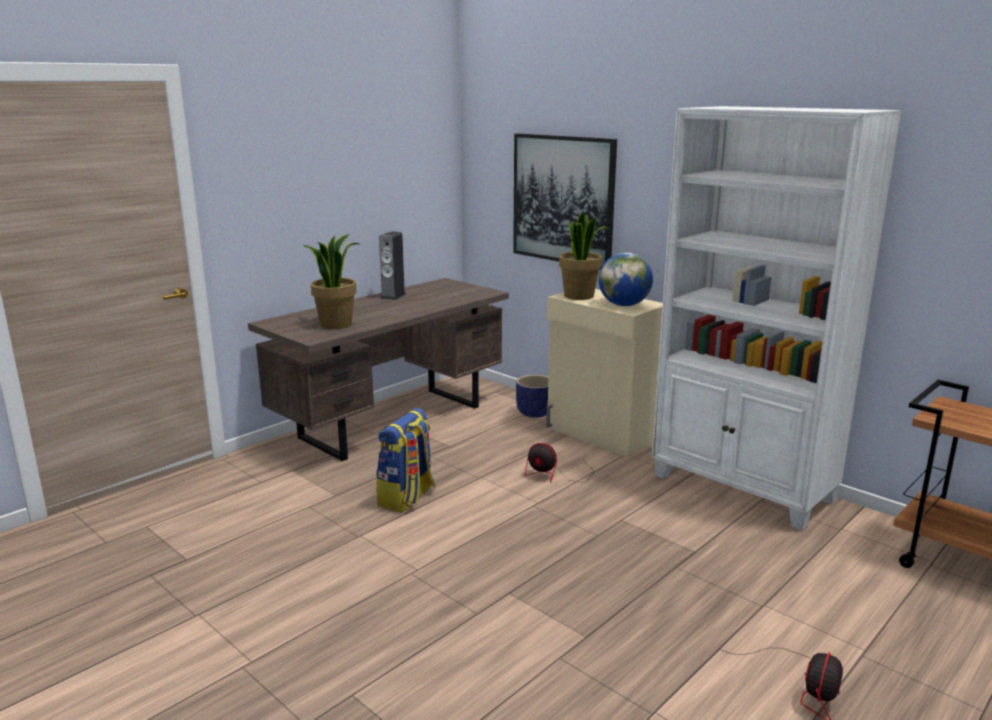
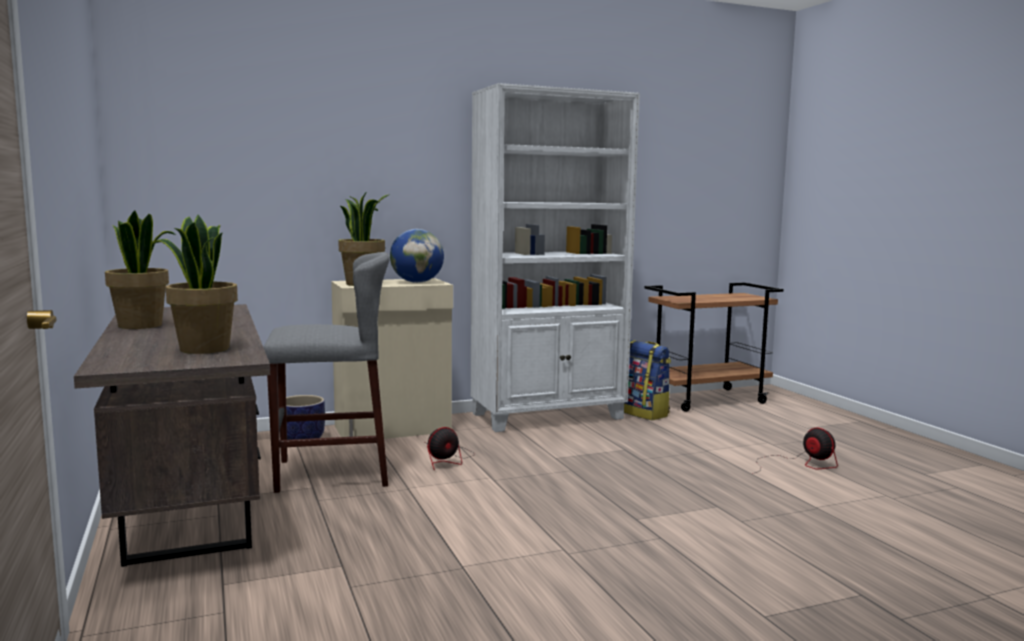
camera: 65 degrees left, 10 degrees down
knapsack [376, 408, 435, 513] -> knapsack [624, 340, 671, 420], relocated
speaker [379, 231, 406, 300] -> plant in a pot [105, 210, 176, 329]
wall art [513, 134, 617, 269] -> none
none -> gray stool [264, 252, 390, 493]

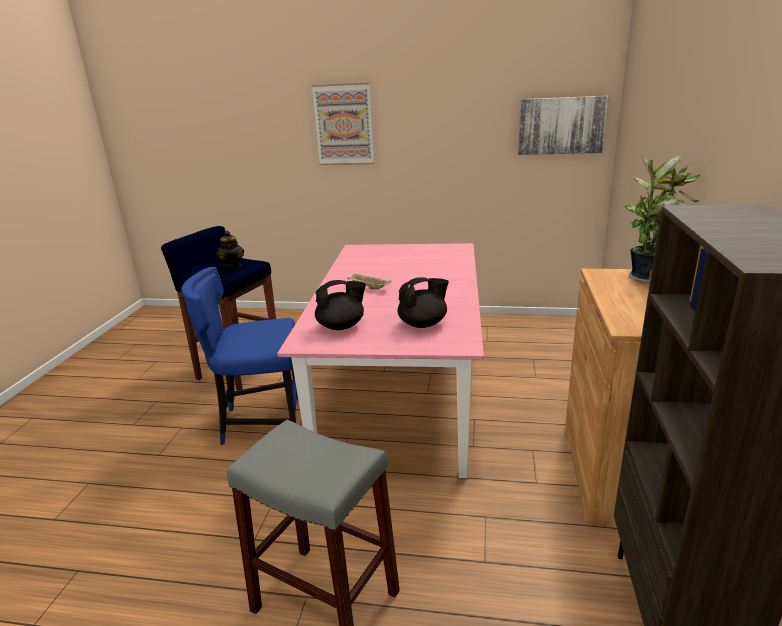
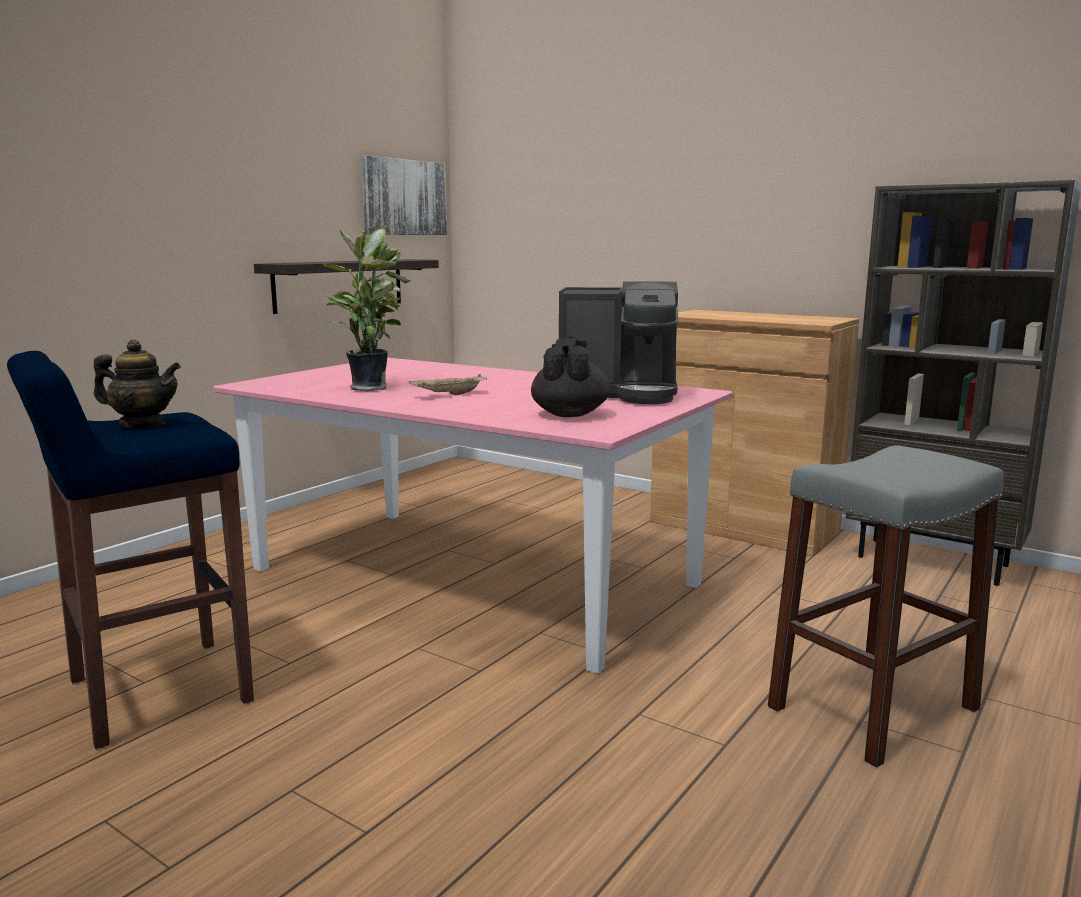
camera: 65 degrees left, 10 degrees down
bluish upright chair [181, 267, 298, 445] -> none
wall art [312, 82, 374, 165] -> none
black pot for tea [397, 277, 449, 328] -> coffee machine [559, 281, 678, 404]
plant in a pot [624, 156, 700, 282] -> plant in a pot [322, 229, 411, 391], relocated
none -> shelf [254, 259, 439, 314]

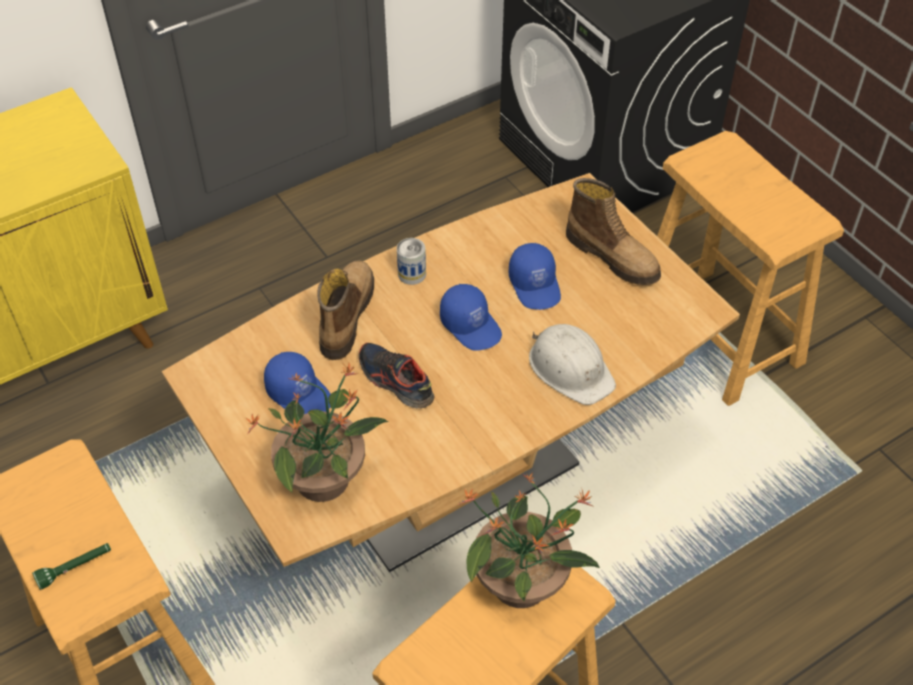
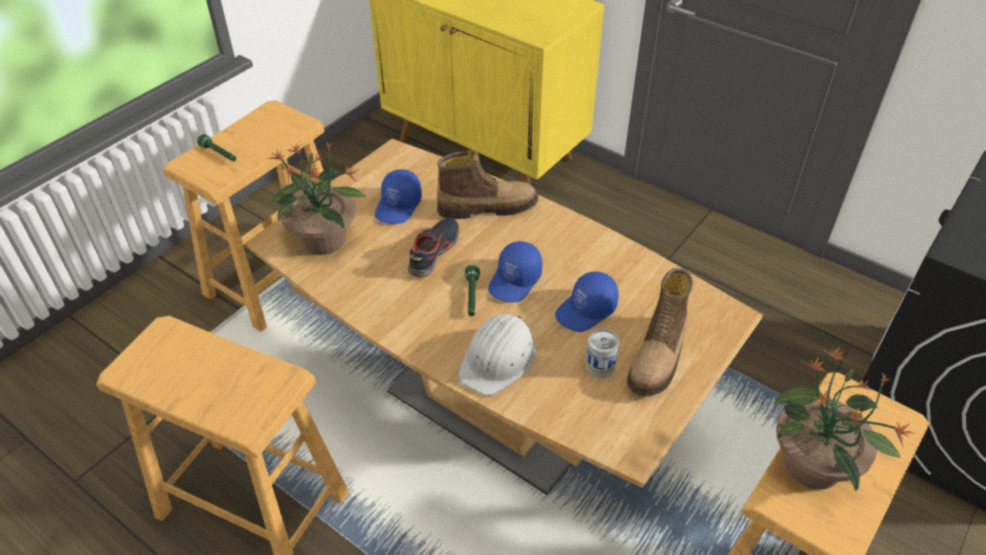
camera: 70 degrees right, 5 degrees down
metal can [397, 238, 426, 285] -> metal can [586, 329, 619, 378], relocated
plant in a pot [458, 473, 600, 608] -> plant in a pot [773, 347, 913, 491], relocated
none -> green flashlight [465, 265, 480, 316]

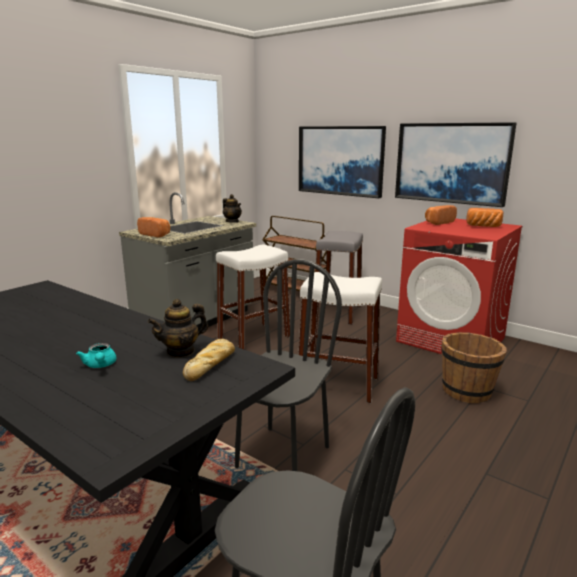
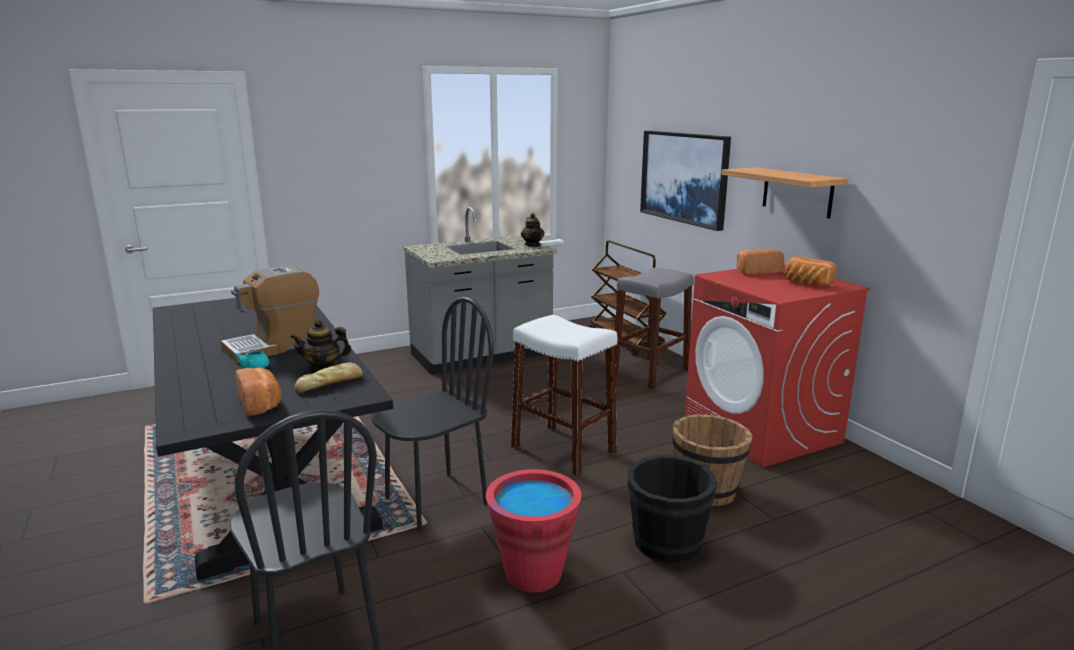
camera: 25 degrees right, 0 degrees up
bakery bread [137, 217, 170, 238] -> bakery bread [235, 367, 281, 416], relocated
white-coloured stool [216, 244, 290, 350] -> none
wall art [395, 122, 517, 207] -> shelf [721, 167, 848, 219]
none -> coffee machine [221, 265, 319, 363]
none -> red-coloured pail [486, 469, 582, 593]
none -> black pail [627, 455, 717, 563]

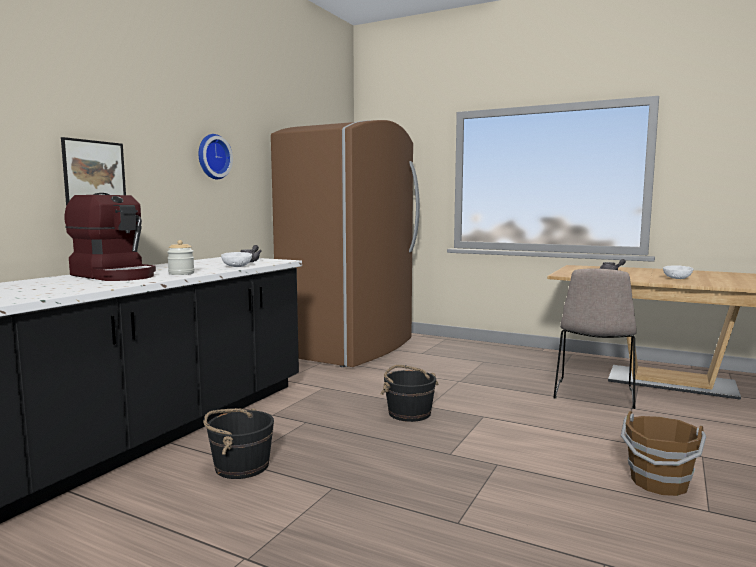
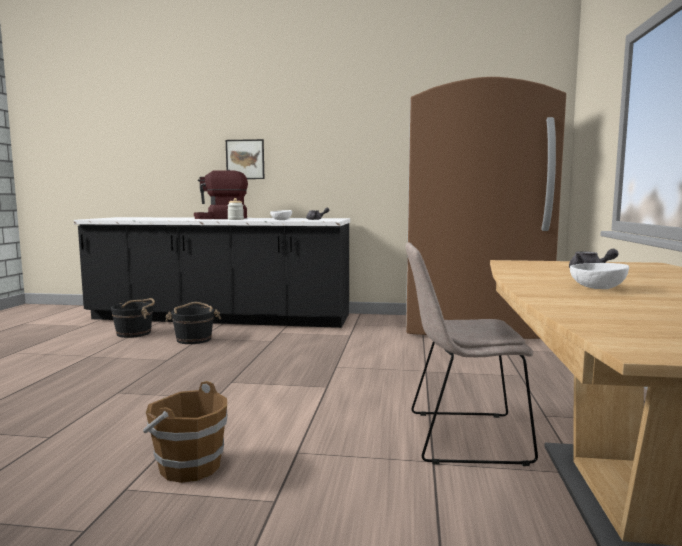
camera: 70 degrees right, 0 degrees up
coffee machine [64, 193, 156, 281] -> coffee machine [194, 170, 248, 219], 75 degrees clockwise
hanging clock [199, 134, 233, 179] -> none
black pail [381, 365, 439, 422] -> black pail [111, 298, 155, 338], relocated

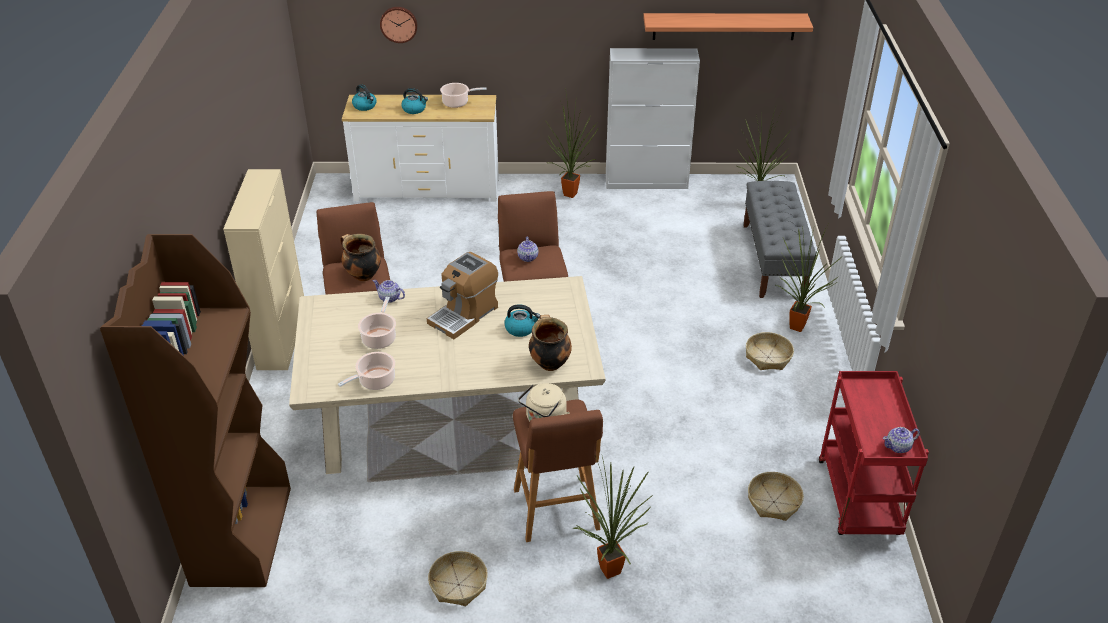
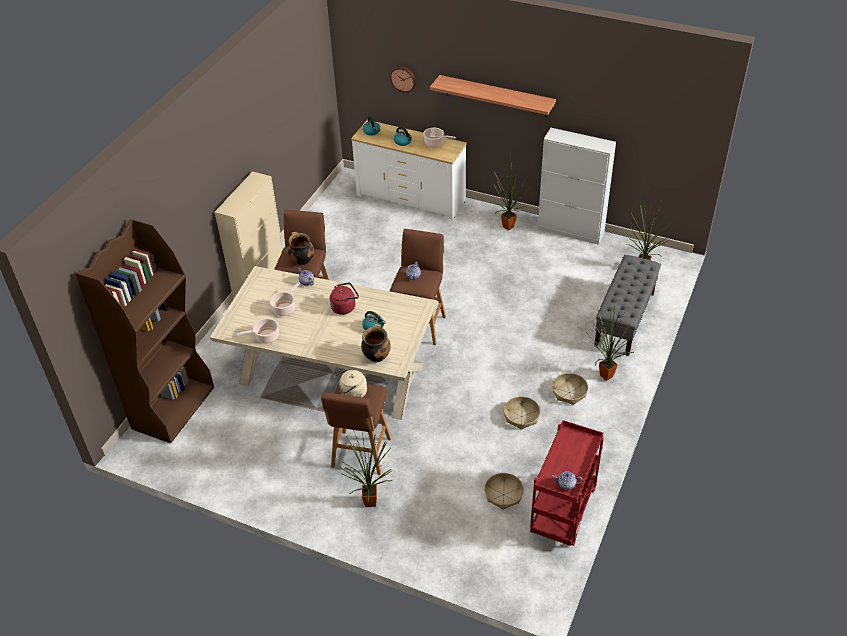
camera: 25 degrees right, 5 degrees up
coffee machine [427, 252, 498, 339] -> red-coloured kettle [330, 283, 359, 315]
storage basket [428, 551, 488, 606] -> storage basket [504, 396, 540, 430], relocated
shelf [643, 13, 813, 40] -> shelf [430, 75, 556, 117], relocated

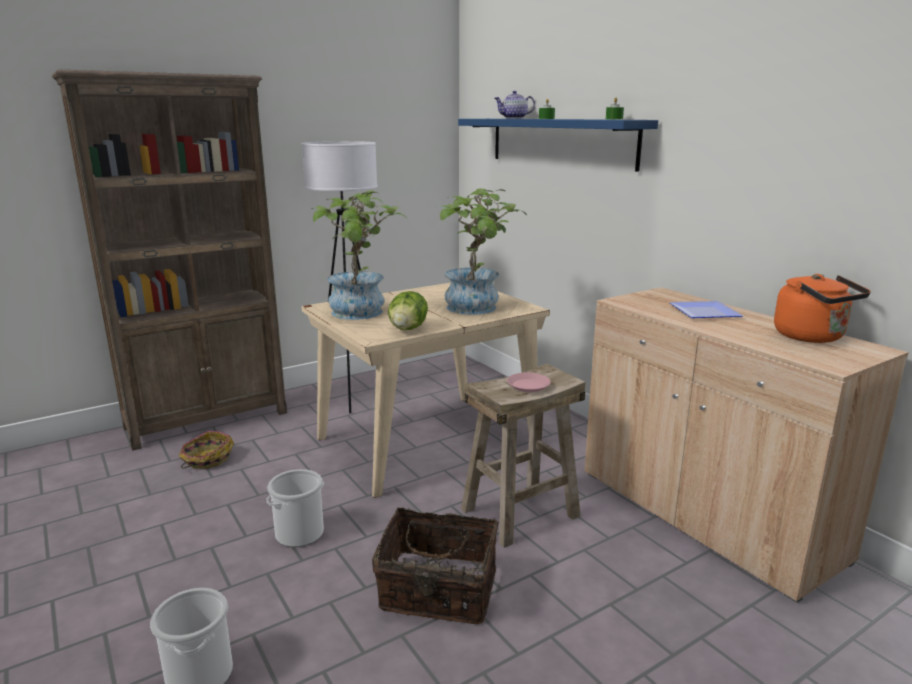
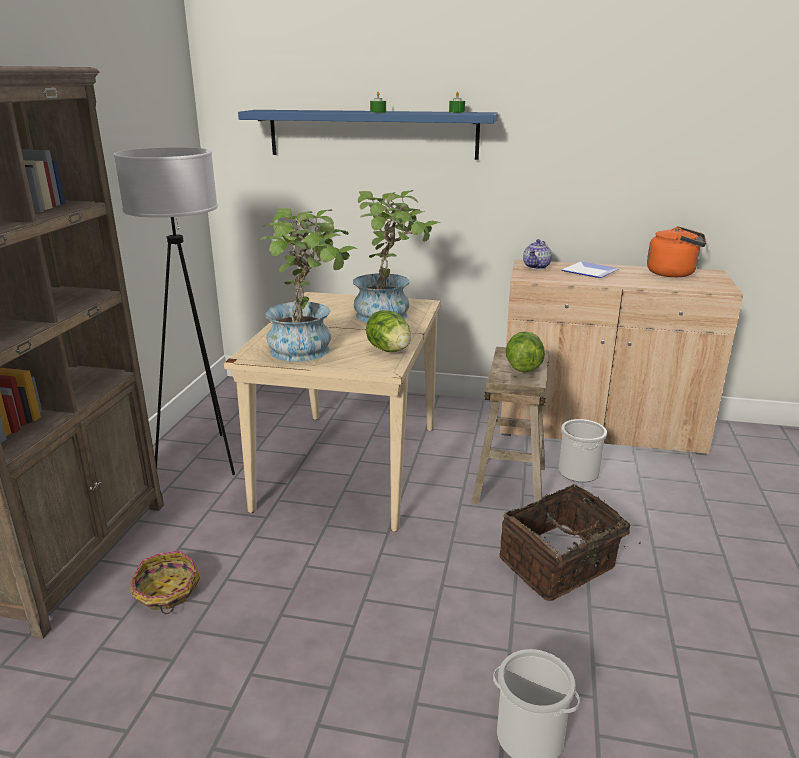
camera: 45 degrees left, 5 degrees up
pail [266, 469, 324, 547] -> pail [559, 419, 607, 483], relocated
pot for tea [494, 91, 535, 119] -> pot for tea [523, 239, 552, 269], relocated
pink-coloured flat dish [507, 373, 551, 392] -> head of lettuce [505, 331, 545, 372]

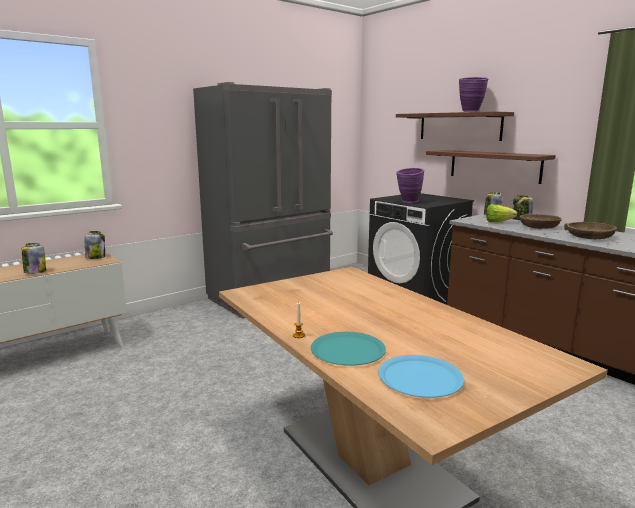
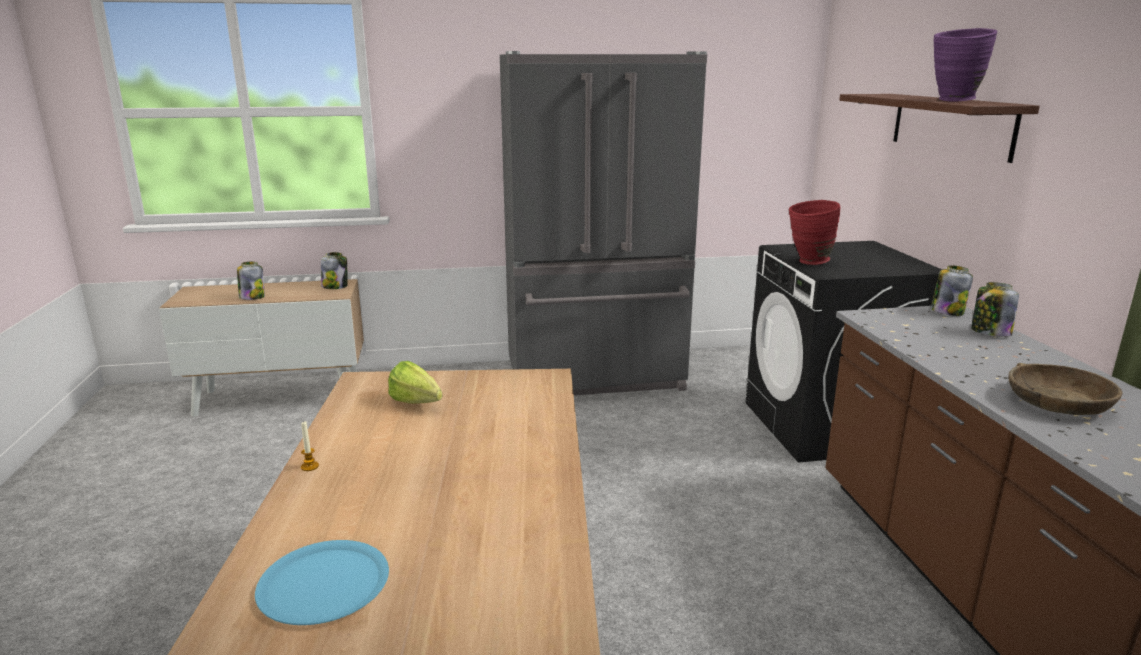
camera: 30 degrees right, 5 degrees up
blue-green flat dish [311, 332, 386, 366] -> none
purple decorative vase [396, 168, 424, 203] -> red-coloured decorative vase [789, 200, 840, 265]
brown-coloured shelf [426, 150, 556, 184] -> none
head of lettuce [486, 204, 518, 222] -> head of lettuce [388, 361, 442, 403], relocated
brown-coloured deep dish [520, 214, 562, 229] -> none

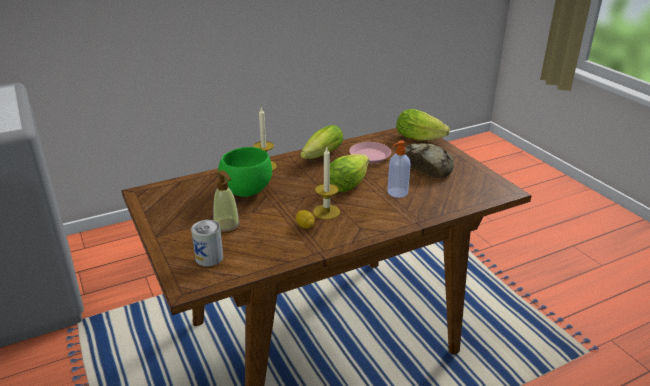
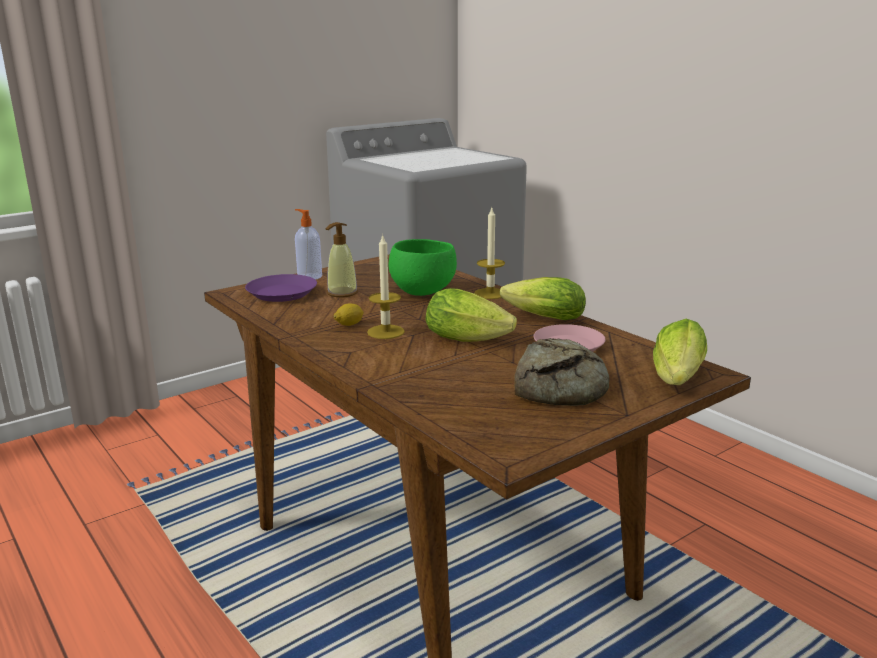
camera: 80 degrees right, 10 degrees down
metal can [191, 220, 223, 267] -> purple flat dish [245, 274, 317, 302]
soap dispenser [387, 140, 411, 198] -> soap dispenser [295, 209, 322, 280], relocated

